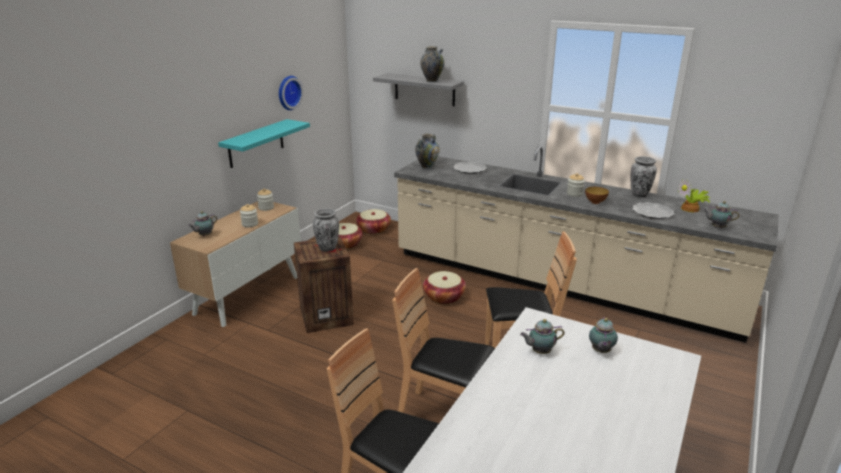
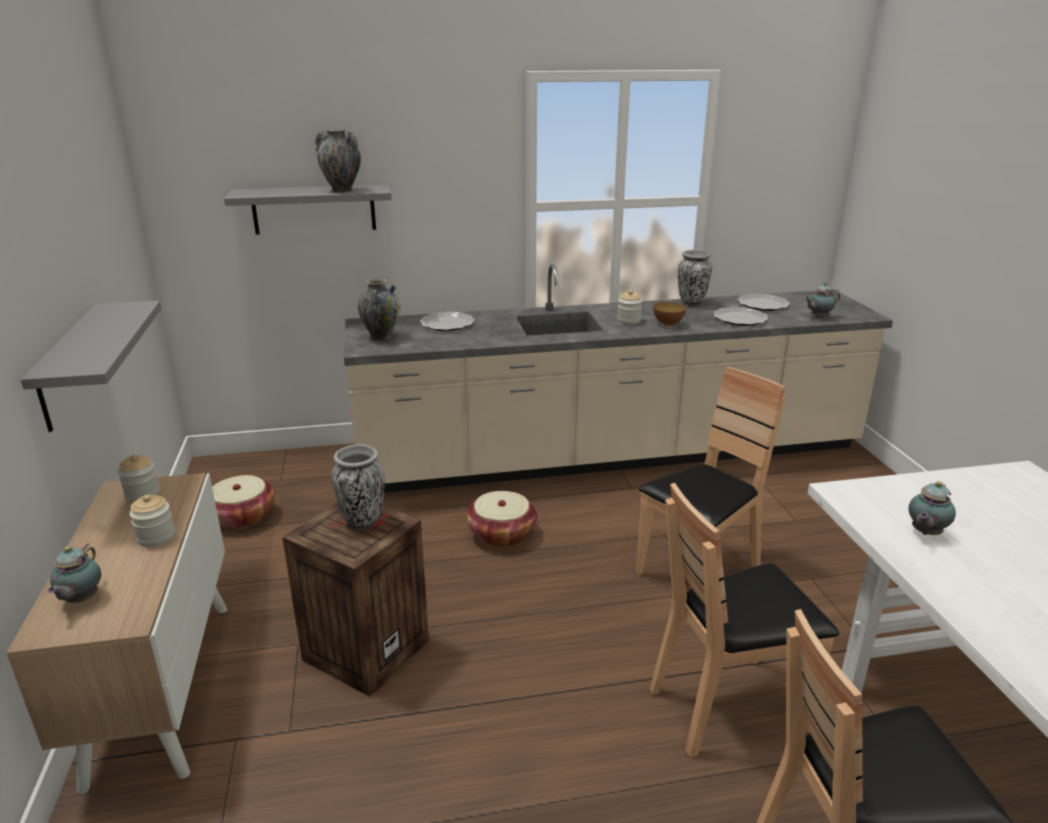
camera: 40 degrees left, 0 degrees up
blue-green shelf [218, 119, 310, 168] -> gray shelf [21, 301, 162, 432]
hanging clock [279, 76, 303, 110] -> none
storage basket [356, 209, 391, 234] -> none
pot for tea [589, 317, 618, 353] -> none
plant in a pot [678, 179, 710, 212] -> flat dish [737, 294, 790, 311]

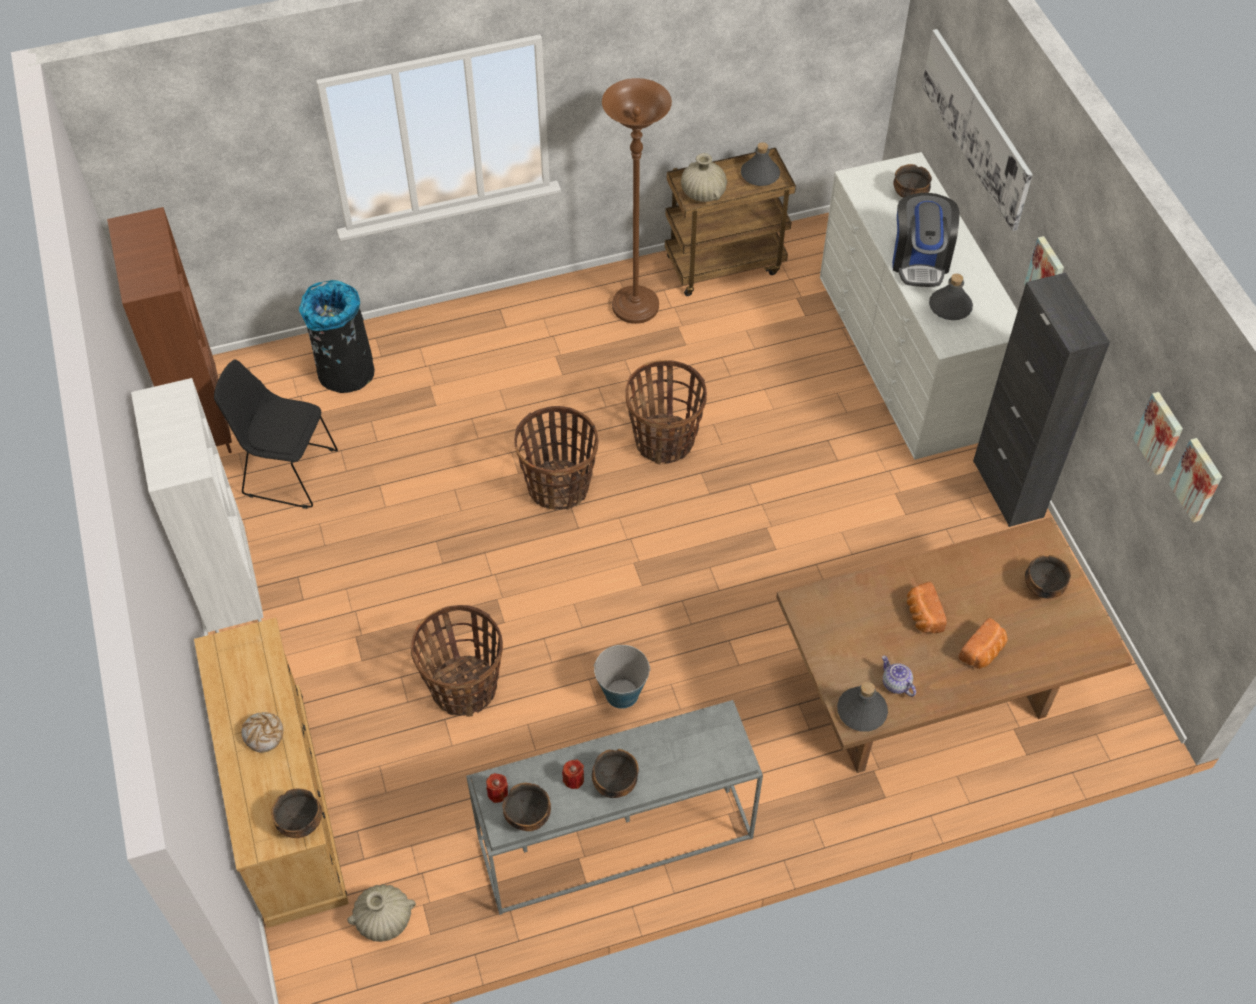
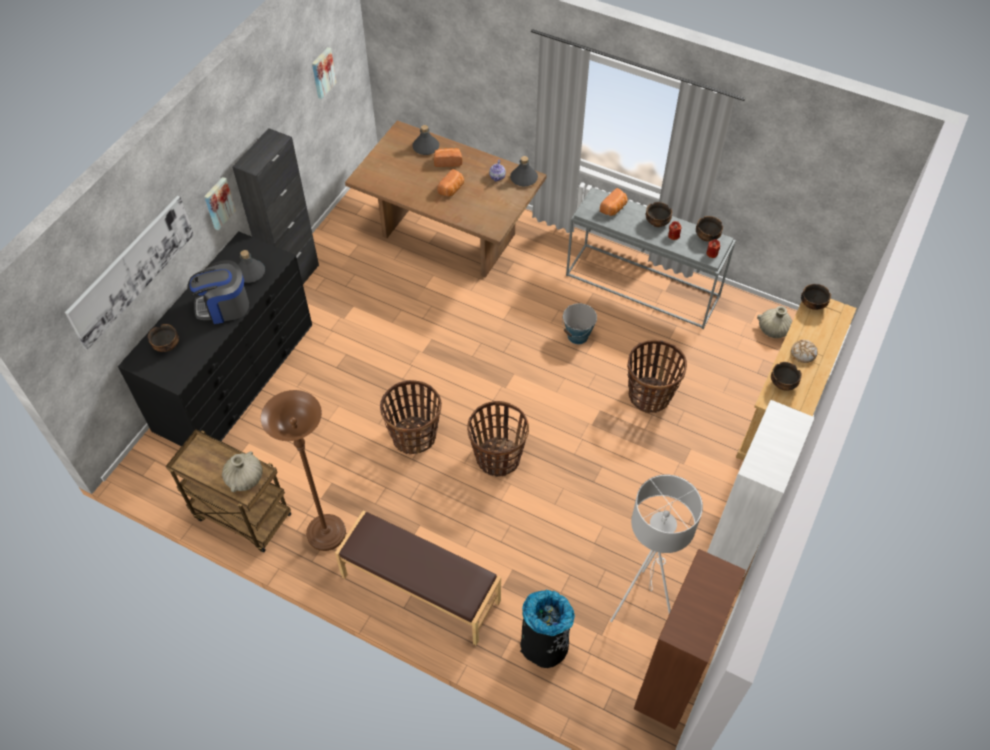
camera: 135 degrees left, 0 degrees up
black upright chair [214, 359, 338, 509] -> white-coloured standard lamp [610, 475, 703, 622]
gray drink bottle [741, 142, 780, 186] -> gray drink bottle [412, 125, 439, 155], relocated
white-coloured drawer chest [820, 152, 1018, 460] -> black drawer chest [118, 231, 312, 447]
coffee machine [892, 193, 959, 287] -> coffee machine [187, 260, 249, 324], 150 degrees counterclockwise
deep dish [1025, 555, 1071, 599] -> deep dish [771, 362, 802, 391], relocated
wall art [1133, 392, 1183, 475] -> none
none -> brown-coloured long seat [335, 511, 501, 646]
none -> bakery bread [600, 188, 628, 216]

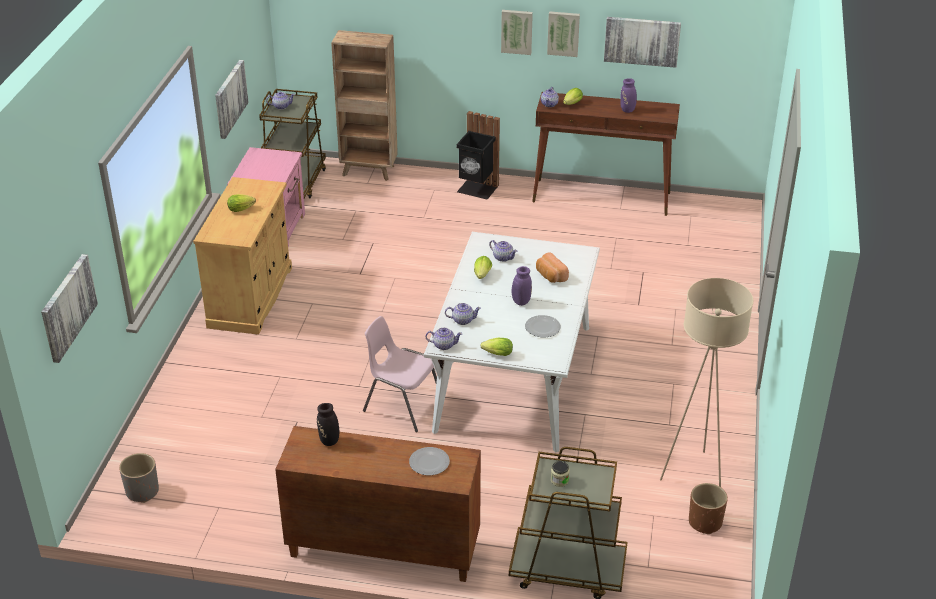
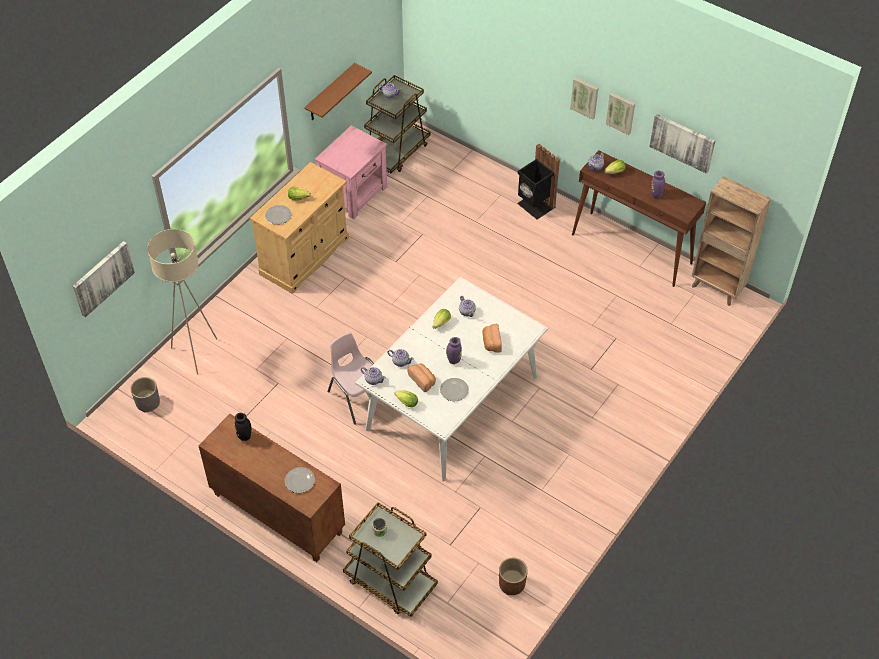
camera: 25 degrees right, 15 degrees up
wall art [215, 60, 249, 139] -> brown-coloured shelf [304, 63, 372, 121]
brown-coloured bookshelf [331, 30, 398, 181] -> brown-coloured bookshelf [692, 176, 771, 306], relocated
beige standard lamp [660, 278, 753, 487] -> beige standard lamp [147, 229, 217, 375], relocated
none -> flat dish [265, 205, 291, 225]
none -> bakery bread [408, 363, 436, 392]

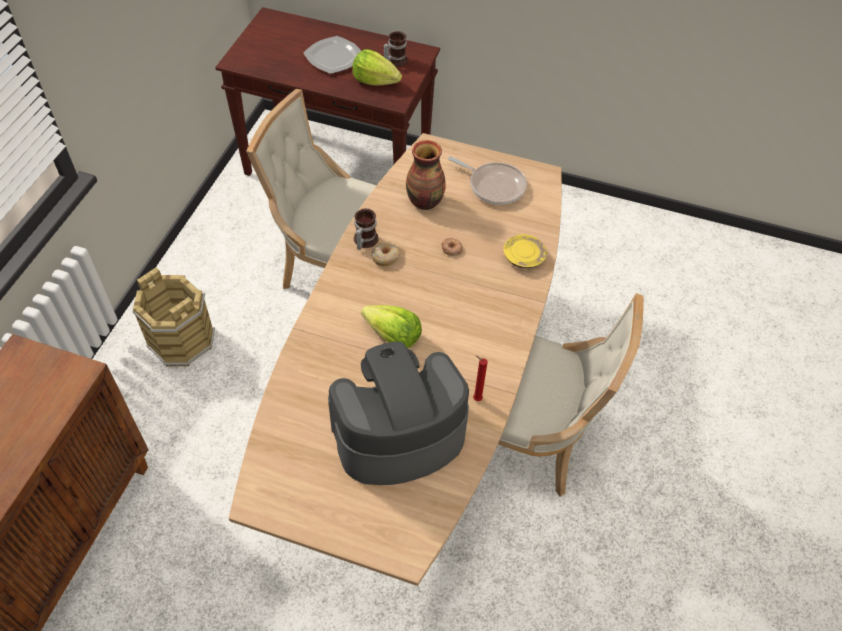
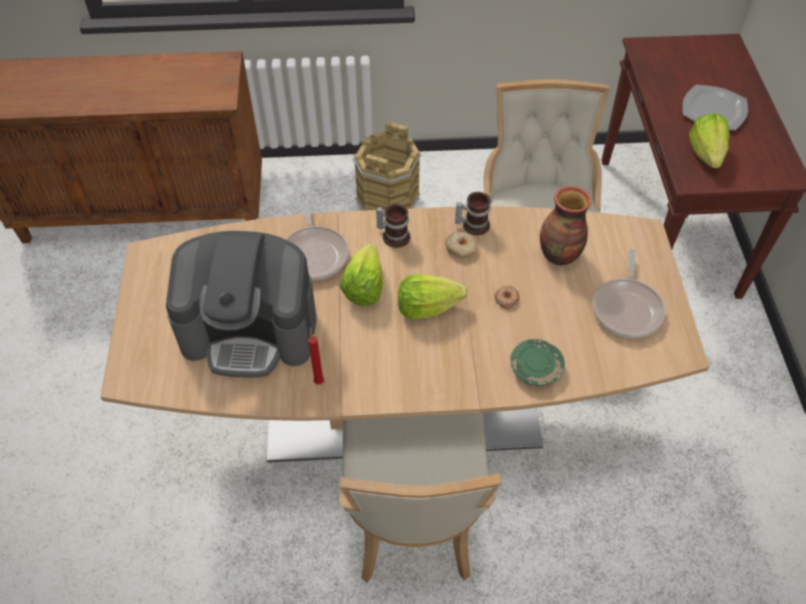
camera: 70 degrees right, 0 degrees up
coffee machine [328, 342, 469, 485] -> coffee machine [166, 231, 316, 378], 135 degrees clockwise
mug [383, 31, 408, 66] -> mug [376, 204, 410, 248], relocated
yellowish flat dish [503, 234, 547, 269] -> green flat dish [510, 339, 565, 386]
none -> pan [286, 199, 349, 280]
none -> head of lettuce [398, 274, 468, 319]

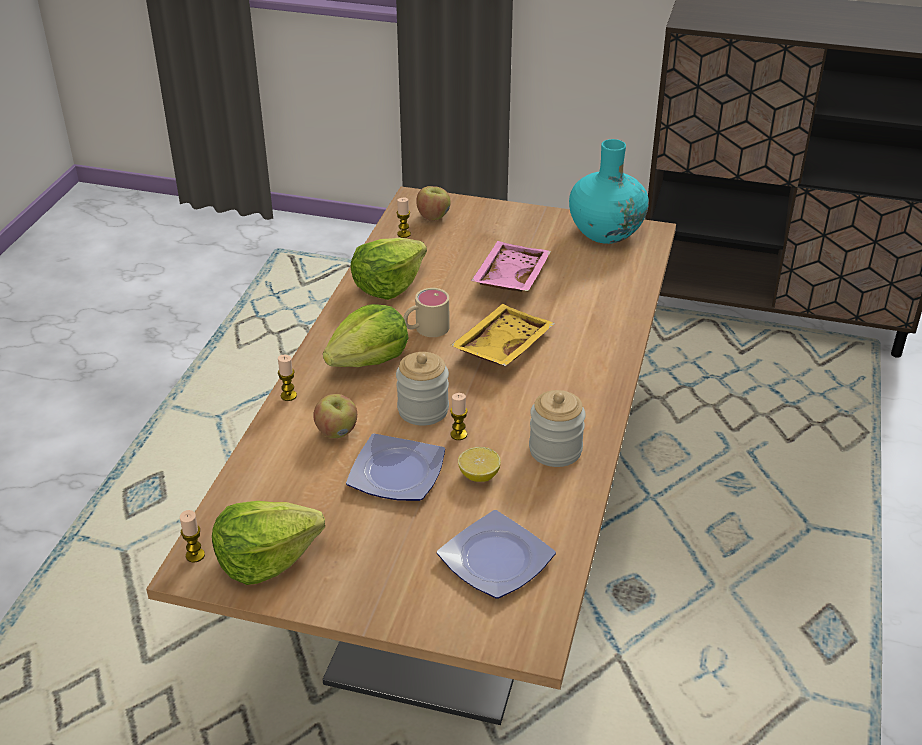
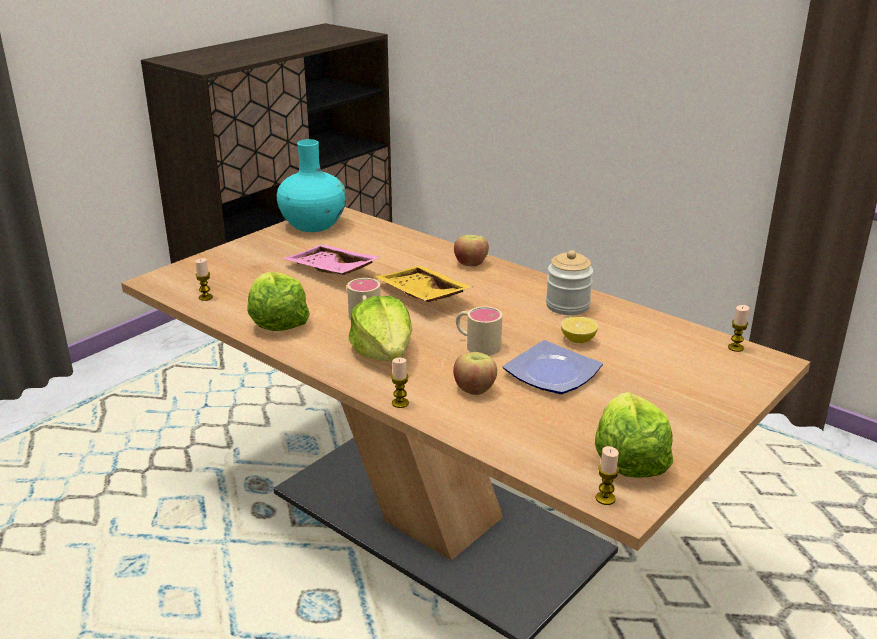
camera: 65 degrees left, 10 degrees down
preserve jar [396, 352, 449, 426] -> beige mug [456, 306, 502, 356]
apple fruit [416, 186, 451, 221] -> apple fruit [454, 235, 489, 266], relocated
flat dish [437, 510, 556, 598] -> none
wax light [450, 393, 468, 440] -> wax light [728, 305, 750, 352], relocated

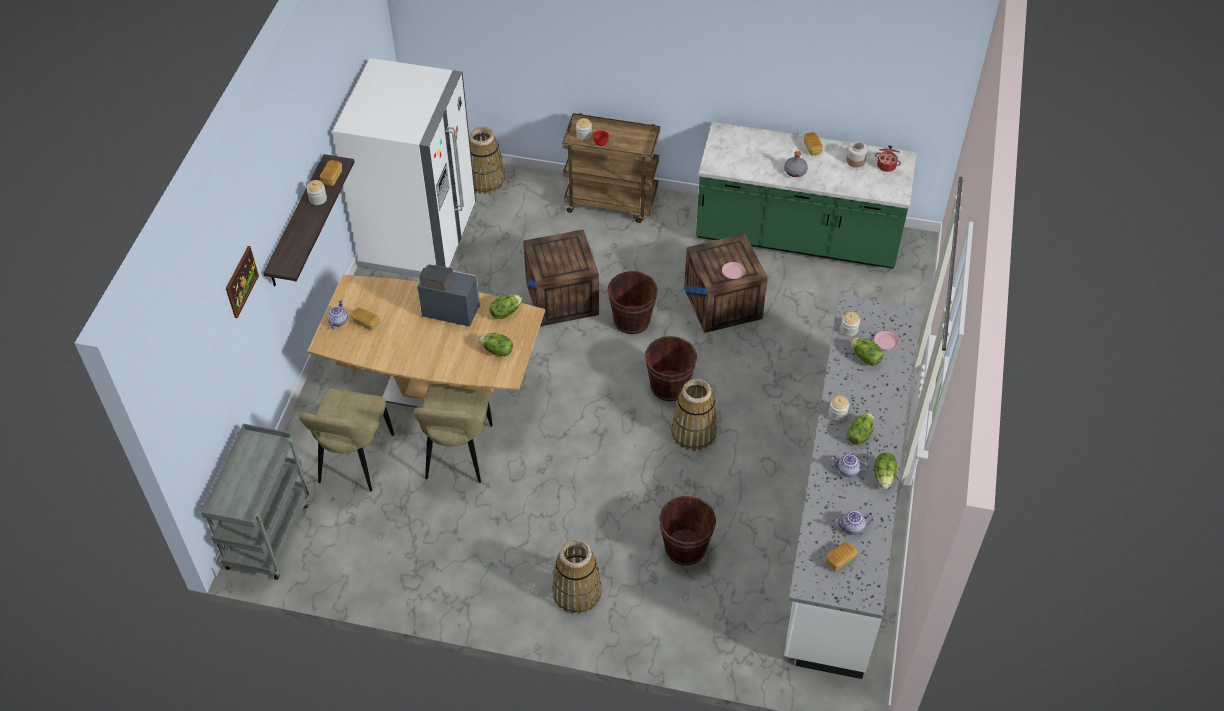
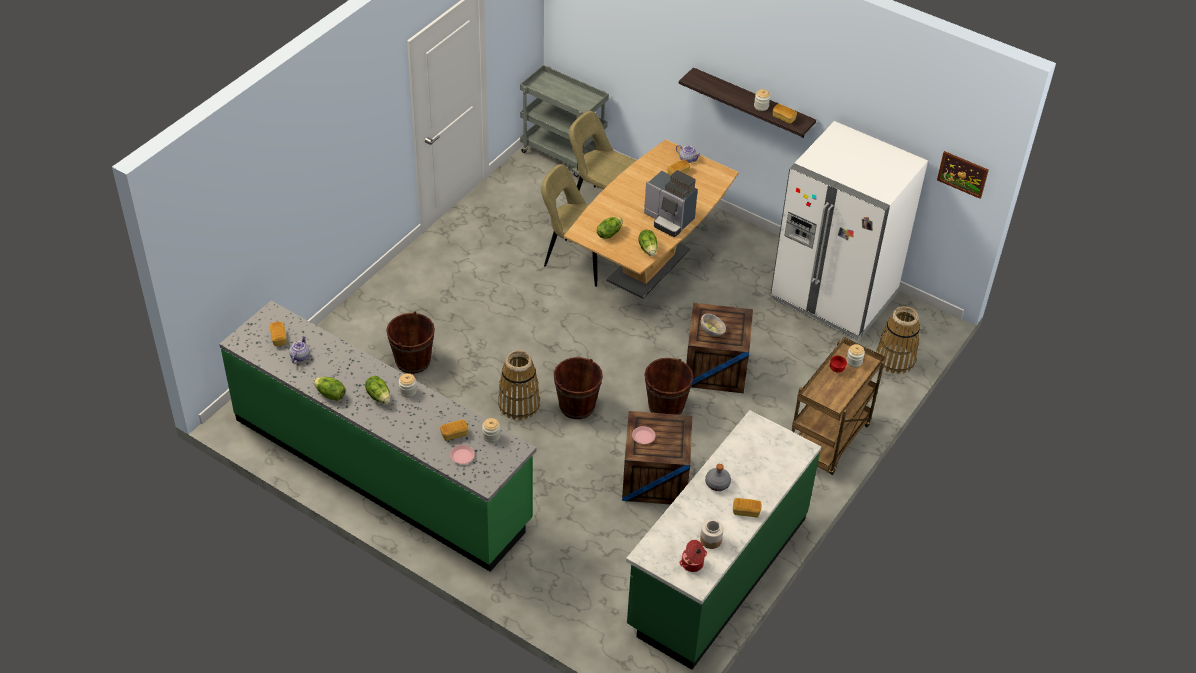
camera: 110 degrees right, 5 degrees down
wall art [226, 246, 259, 318] -> wall art [937, 151, 989, 199], relocated
coffee machine [417, 264, 480, 327] -> coffee machine [644, 170, 698, 237], 90 degrees clockwise
storage basket [552, 539, 602, 614] -> none
white-coloured kitchen base unit [784, 295, 919, 679] -> green kitchen base unit [219, 301, 537, 572]
pot for tea [831, 455, 869, 477] -> none
head of lettuce [850, 337, 883, 366] -> bakery bread [440, 419, 469, 441]
none -> deep dish [701, 314, 726, 336]

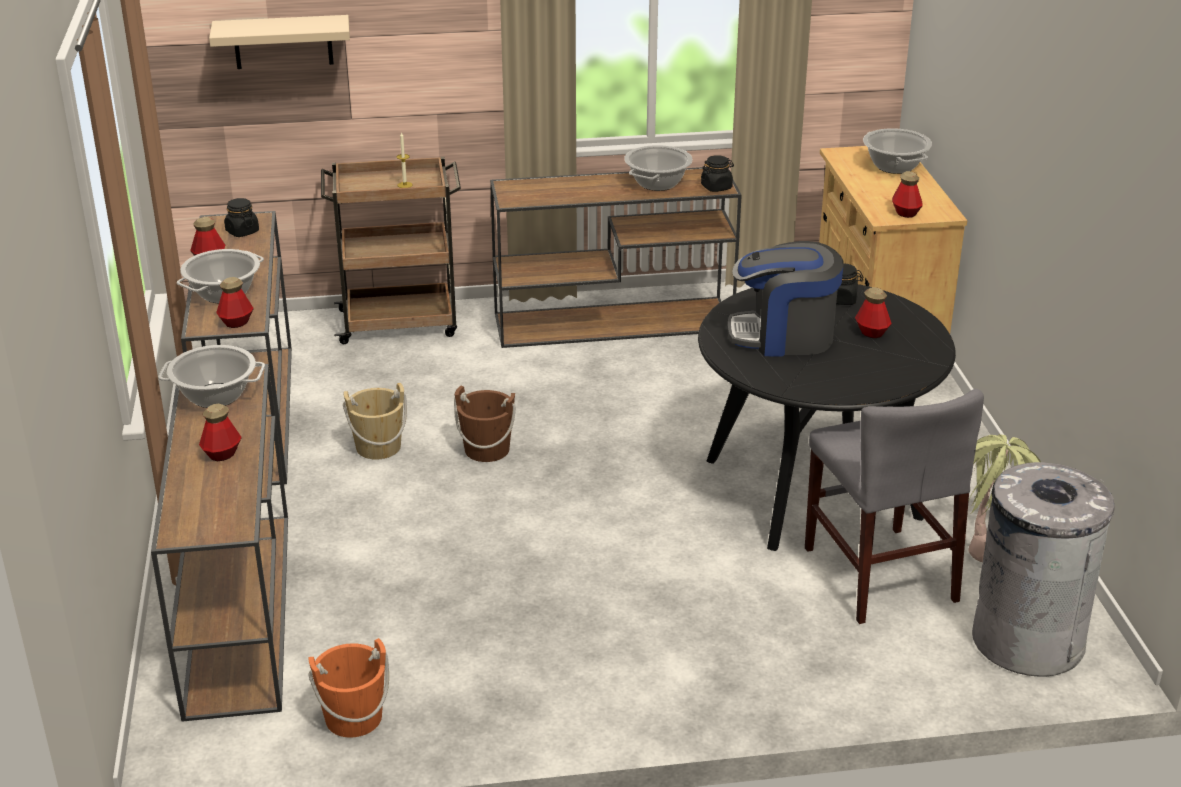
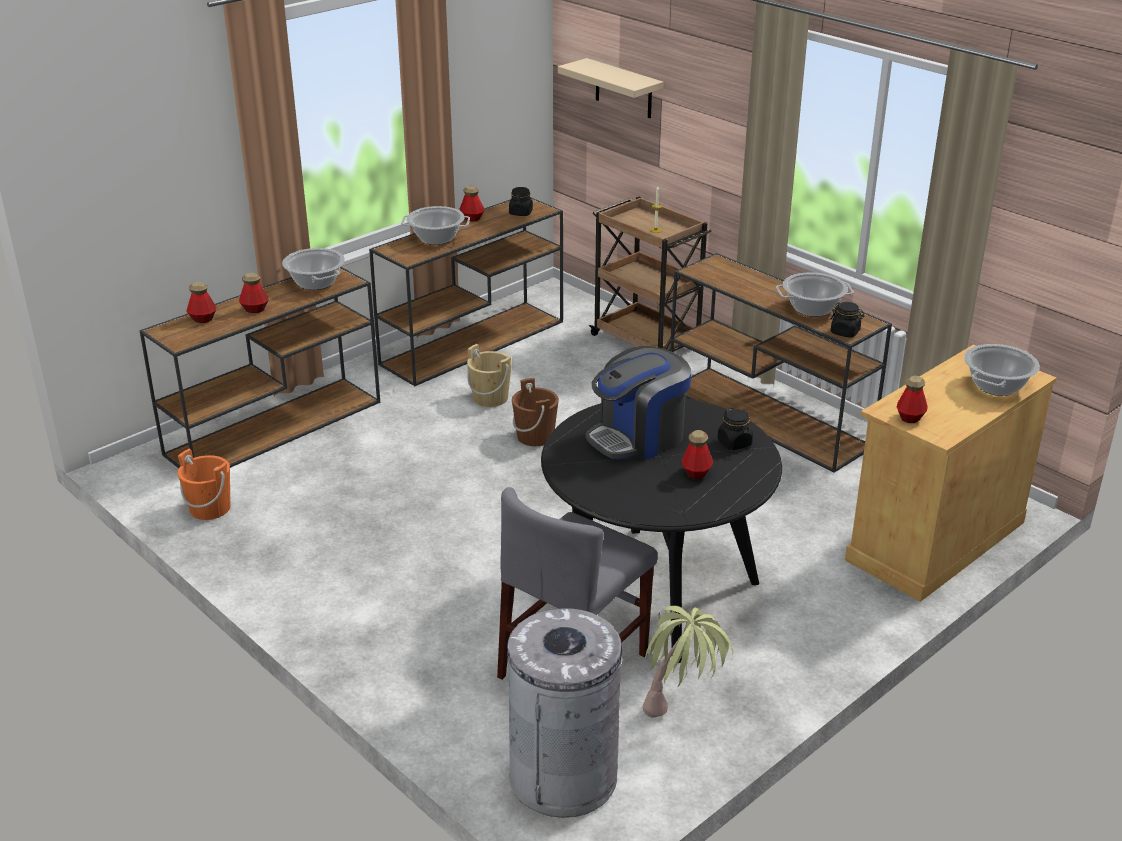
camera: 55 degrees right, 0 degrees up
drink bottle [216, 277, 254, 328] -> drink bottle [186, 282, 216, 323], relocated
coffee machine [728, 241, 844, 357] -> coffee machine [585, 346, 692, 461], 90 degrees counterclockwise

